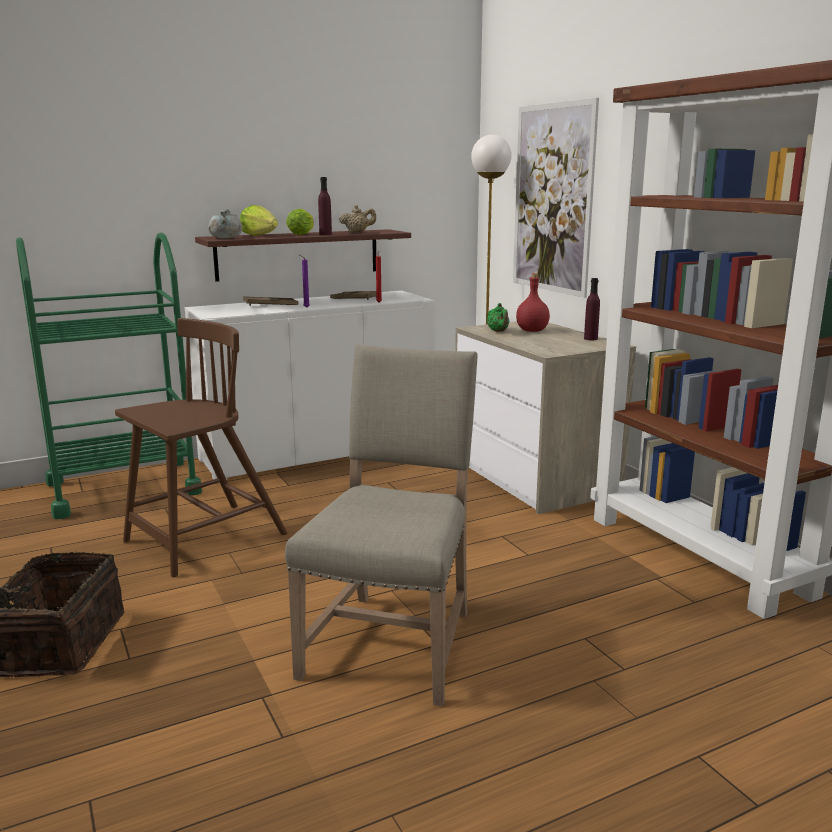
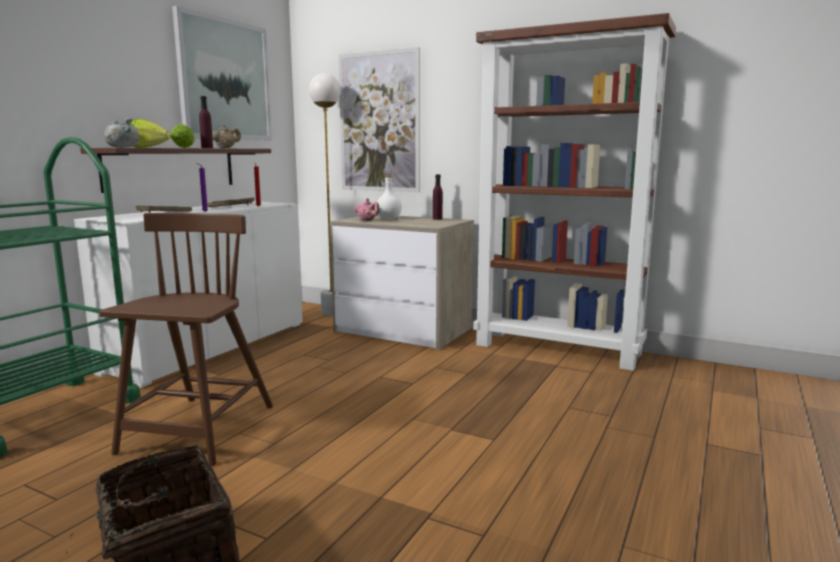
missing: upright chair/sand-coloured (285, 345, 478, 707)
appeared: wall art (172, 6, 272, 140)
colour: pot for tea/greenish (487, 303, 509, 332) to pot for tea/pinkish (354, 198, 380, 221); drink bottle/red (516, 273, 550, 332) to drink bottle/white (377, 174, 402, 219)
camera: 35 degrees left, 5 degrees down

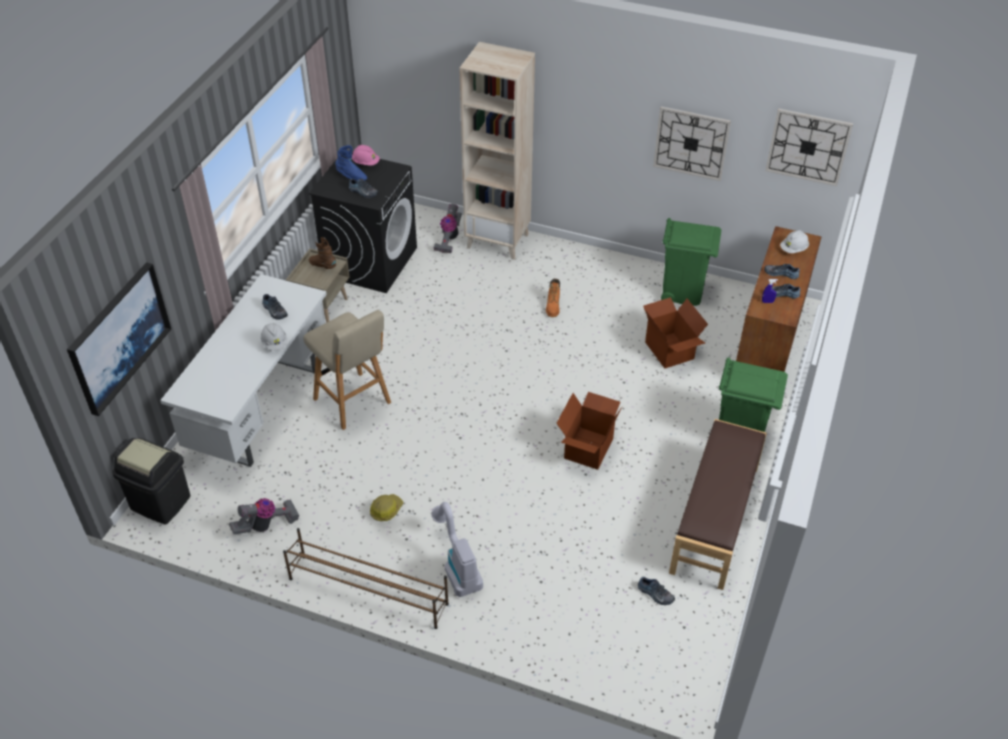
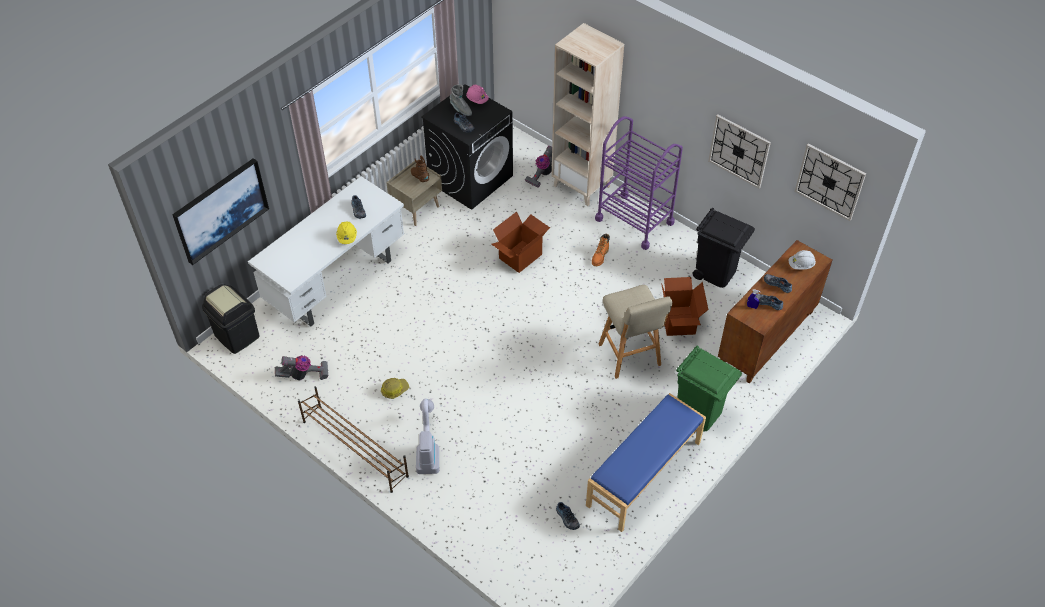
appeared: cart/purplish (595, 116, 683, 250)
relocated: stool seat/sand-coloured (303, 310, 391, 430) to (599, 285, 672, 379); carton (557, 392, 622, 470) to (491, 212, 550, 273)
colour: safety helmet/white (261, 323, 287, 351) to safety helmet/yellowish (336, 221, 357, 244); boot/blue (335, 145, 367, 181) to boot/greyish (449, 84, 472, 116); trash can/greenish (661, 218, 721, 306) to trash can/black-coloured (693, 208, 755, 288); bench/brown-coloured (669, 419, 767, 590) to bench/blue (586, 393, 706, 532)
camera: 20 degrees right, 5 degrees up

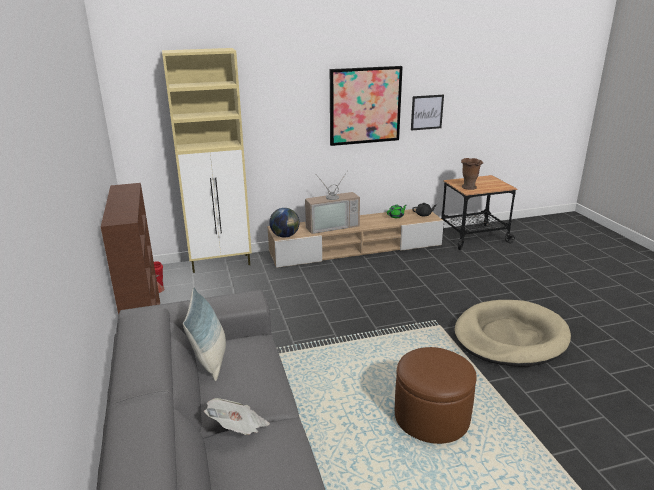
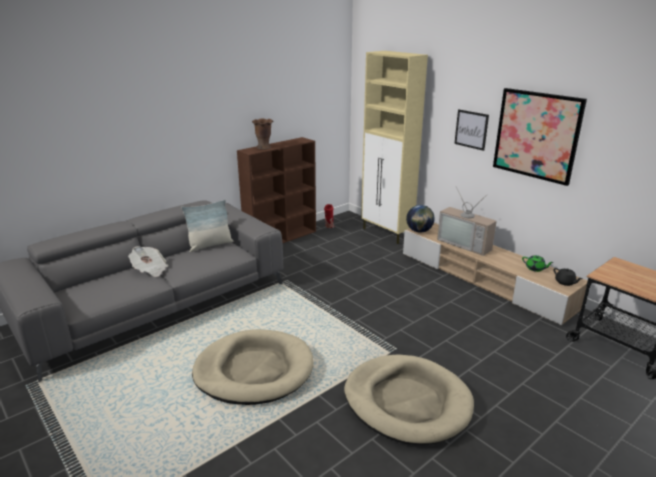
relocated: wall art (411, 95, 444, 131) to (454, 109, 489, 151); flower vase/brown-coloured (461, 158, 484, 190) to (252, 118, 273, 150)
exchanged: footrest/brown-coloured (395, 347, 477, 444) to dog cushion/sand-coloured (192, 329, 314, 405)
camera: 65 degrees right, 0 degrees up

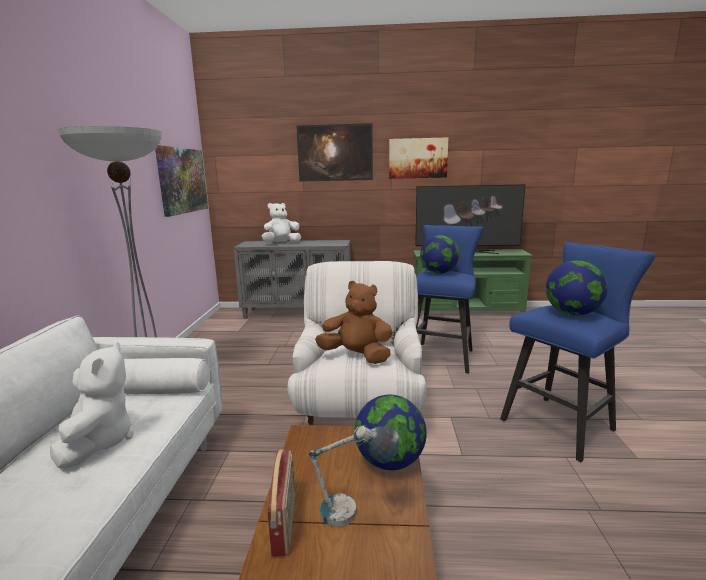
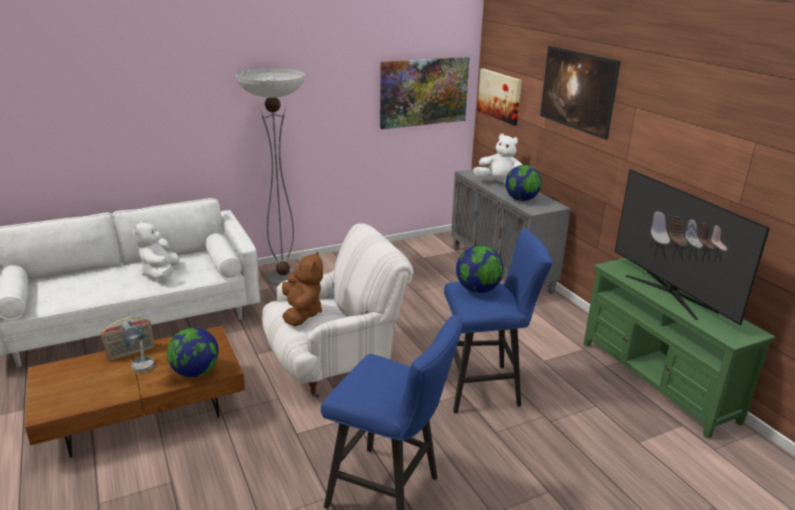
relocated: wall art (389, 137, 448, 179) to (477, 69, 522, 126); globe (546, 261, 608, 316) to (505, 165, 542, 201)
spun: soft toy/white (50, 342, 133, 469) = (133, 219, 180, 280) 120 degrees clockwise
camera: 60 degrees right, 10 degrees up

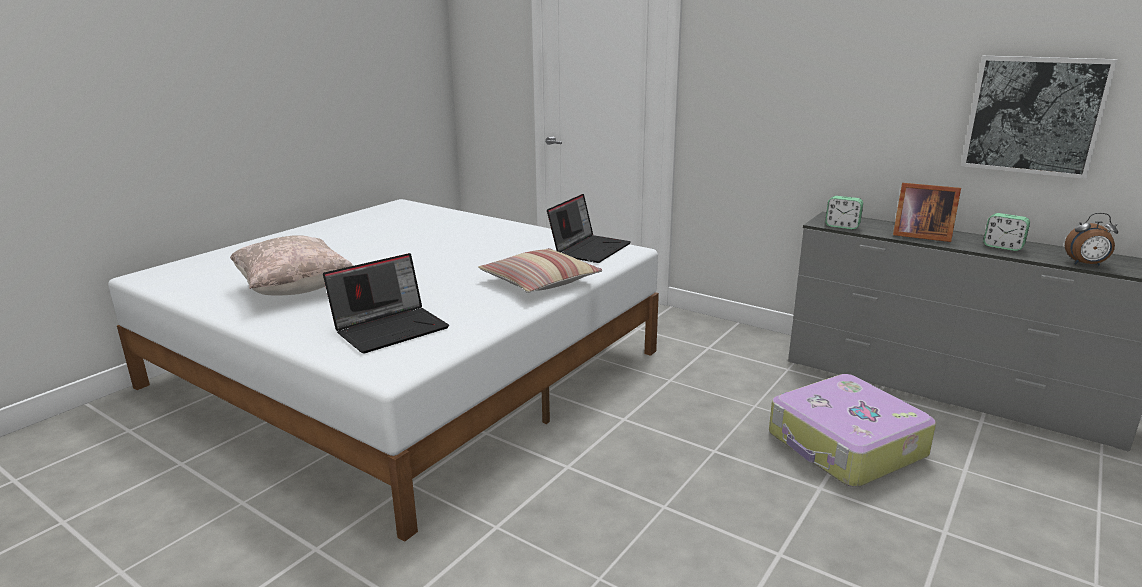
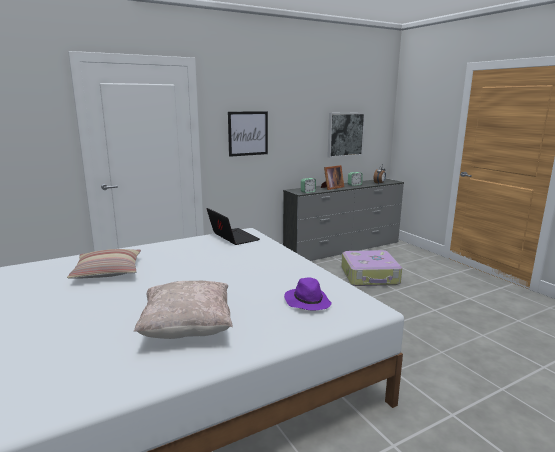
appeared: wall art (228, 111, 268, 157)
relocated: cushion (478, 248, 602, 293) to (67, 249, 141, 279)
exchanged: portable computer (323, 253, 449, 353) to wearable hat/purplish (284, 277, 331, 310)
camera: 65 degrees left, 5 degrees down

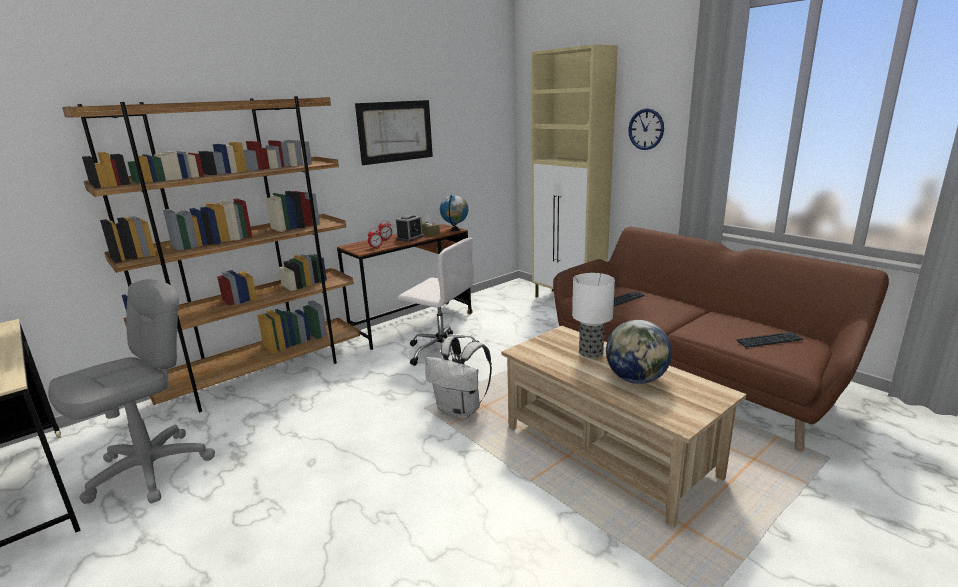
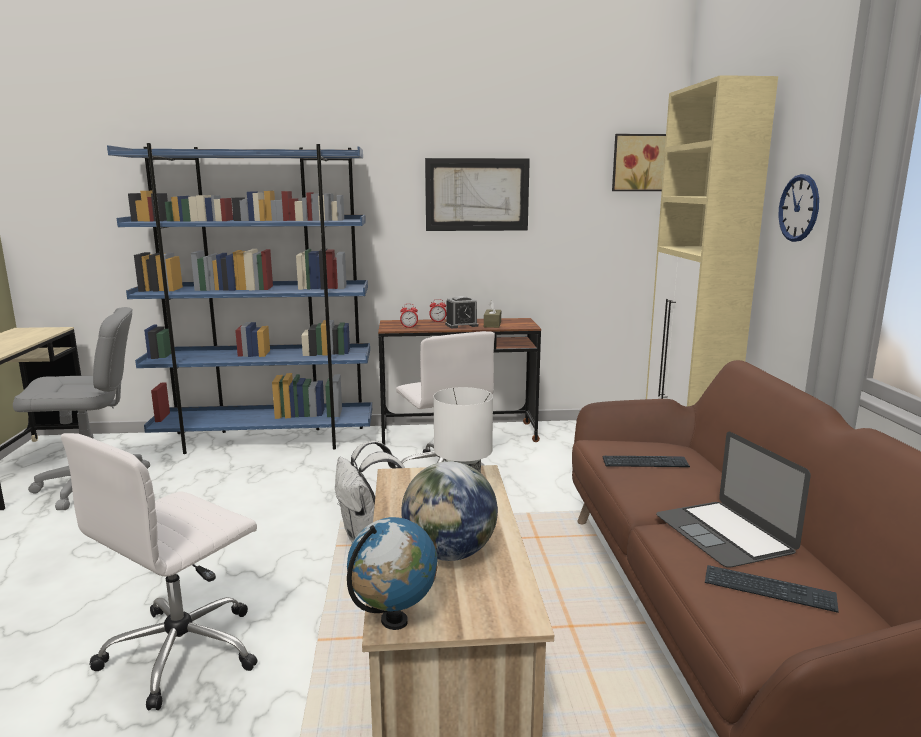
appeared: desk chair/white (61, 433, 257, 710); wall art (612, 134, 666, 191); portable computer (656, 432, 811, 568)
relocated: globe (440, 195, 468, 231) to (347, 517, 438, 630)
colour: shelving unit/brown-coloured (62, 96, 360, 412) to shelving unit/blue (107, 143, 372, 454)
camera: 35 degrees right, 5 degrees down

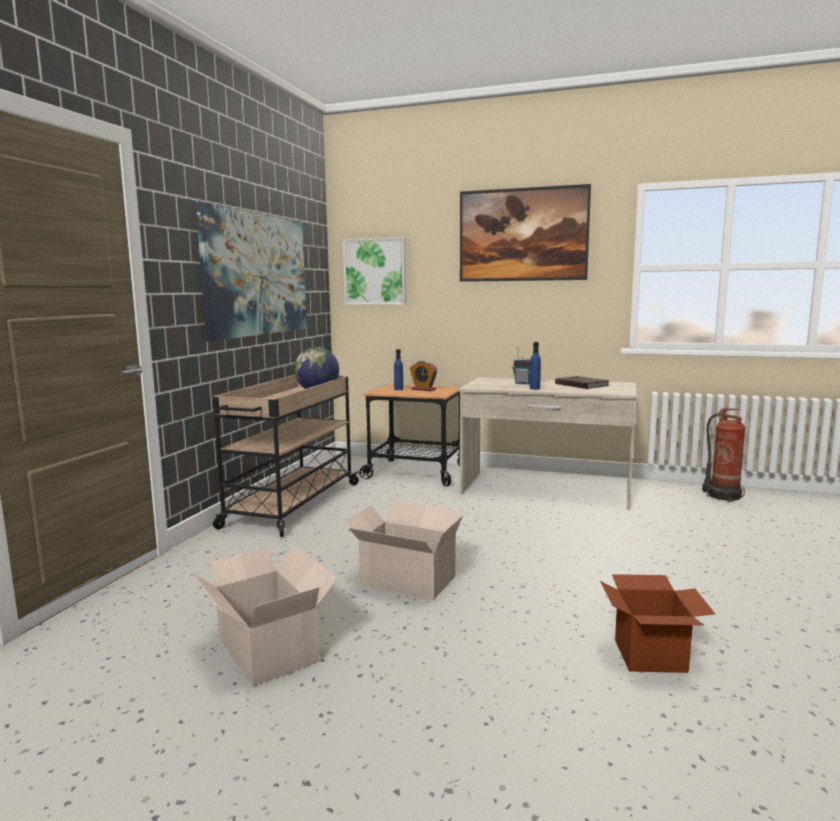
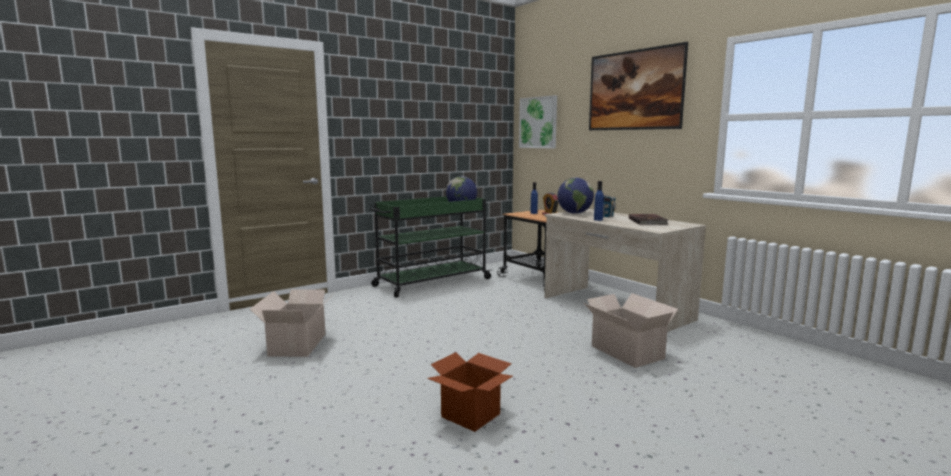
missing: wall art (196, 202, 307, 341); extinguisher (702, 408, 746, 502)
appeared: globe (558, 178, 594, 214)
relocated: carton (346, 500, 463, 600) to (584, 293, 678, 368)
colour: cart/sand-coloured (213, 375, 360, 537) to cart/greenish (371, 196, 491, 298)
camera: 35 degrees right, 0 degrees up

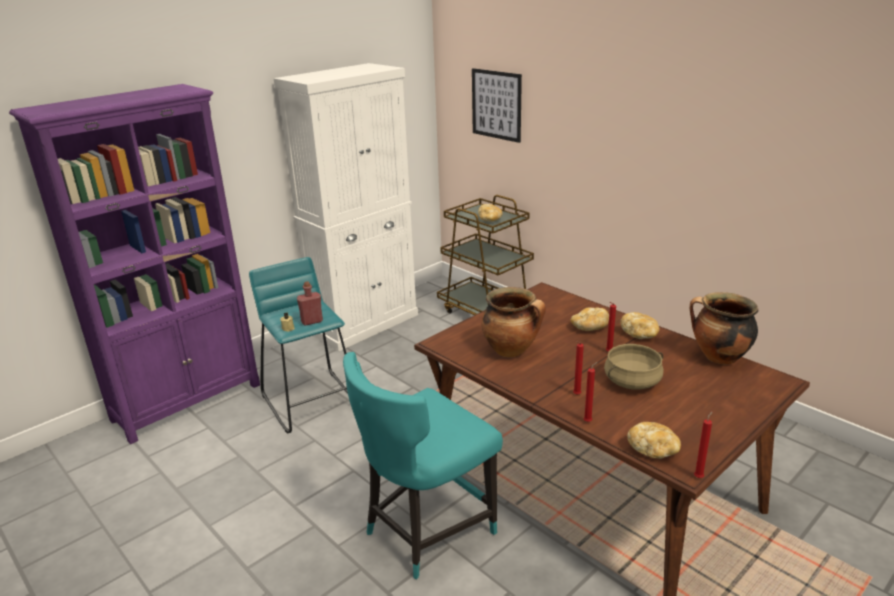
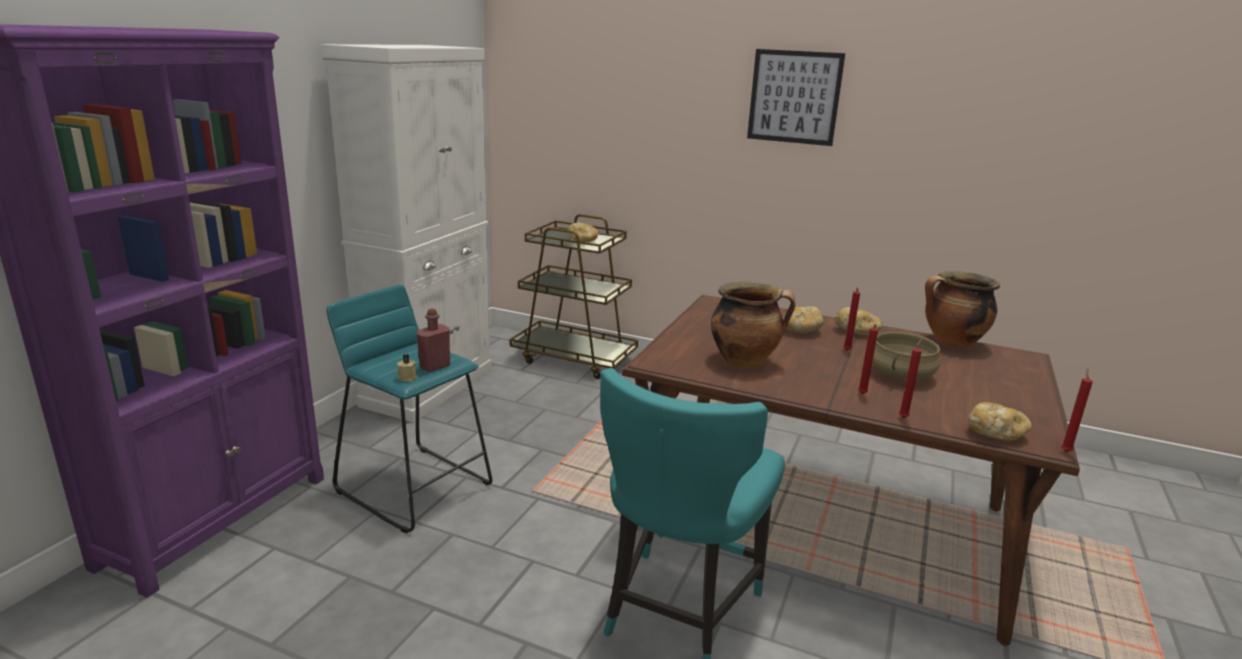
relocated: wall art (472, 68, 522, 143) to (747, 49, 845, 146)
camera: 25 degrees left, 5 degrees down

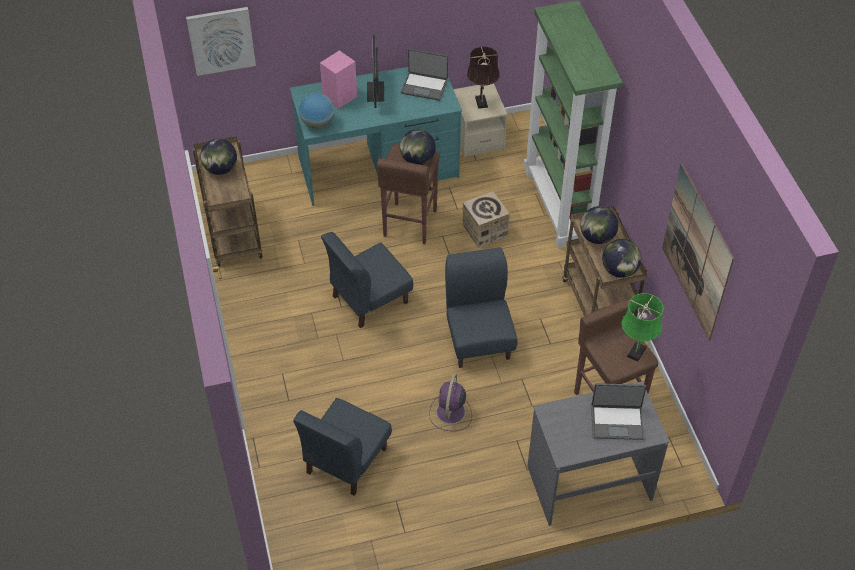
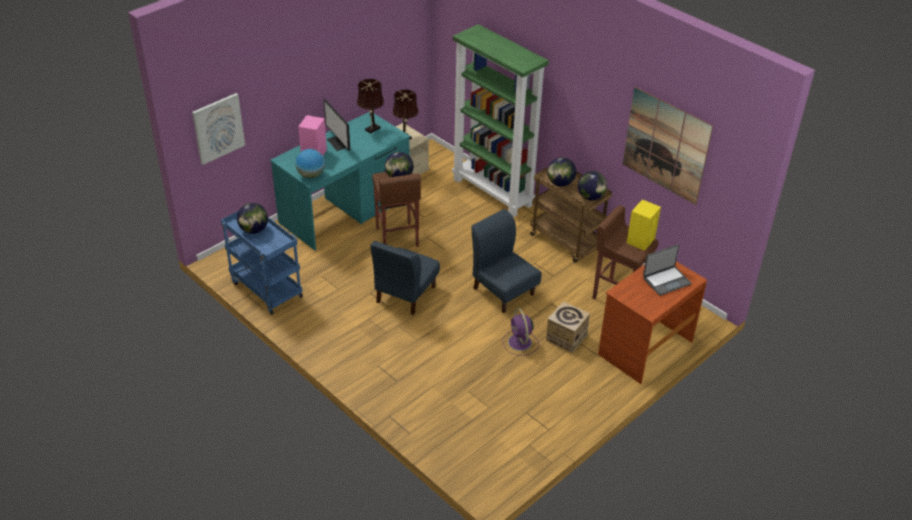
missing: upright chair/blue (293, 398, 392, 496)
relocated: carton (463, 191, 510, 248) to (546, 301, 590, 353)
exchanged: portable computer (401, 49, 448, 101) to tabletop lamp/brown-coloured (357, 79, 384, 134); tabletop lamp/greenish (622, 293, 664, 362) to audio speaker/yellowish (627, 200, 661, 251)
colour: cart/brown-coloured (193, 136, 263, 267) to cart/blue (221, 211, 303, 315); desk table/greyish (527, 381, 670, 526) to desk table/brown-coloured (598, 261, 707, 384)
camera: 30 degrees left, 10 degrees down

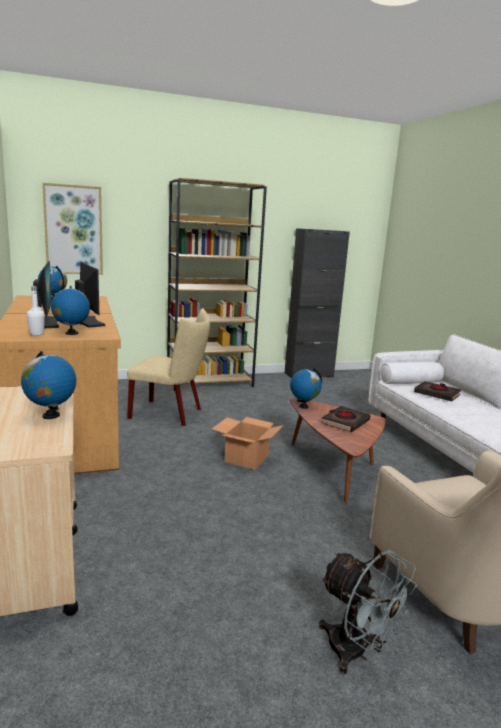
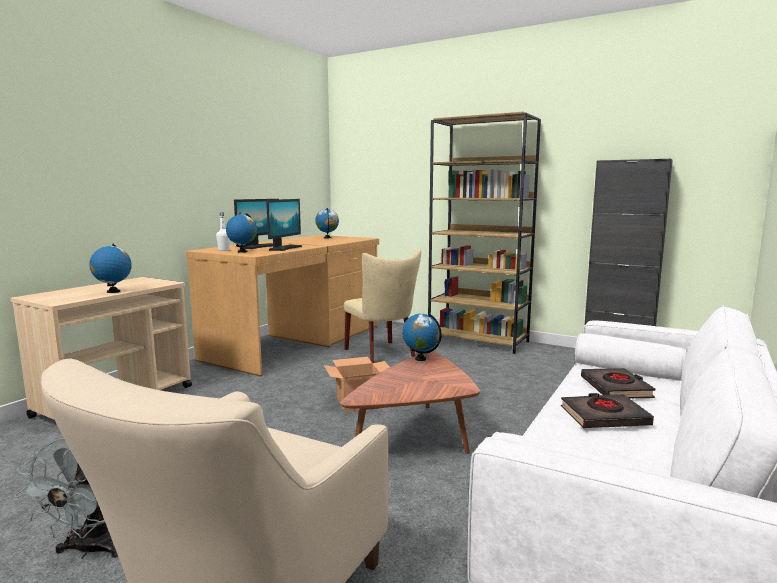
missing: wall art (42, 183, 103, 275)
relocated: book/black-coloured (321, 406, 371, 432) to (561, 393, 654, 428)
camera: 50 degrees right, 5 degrees down

